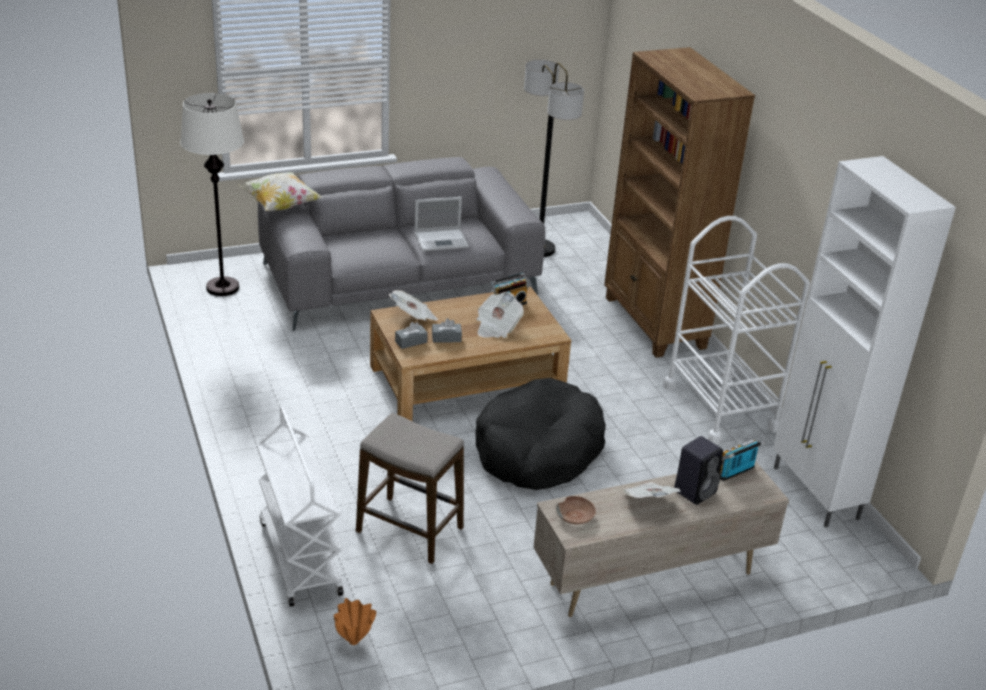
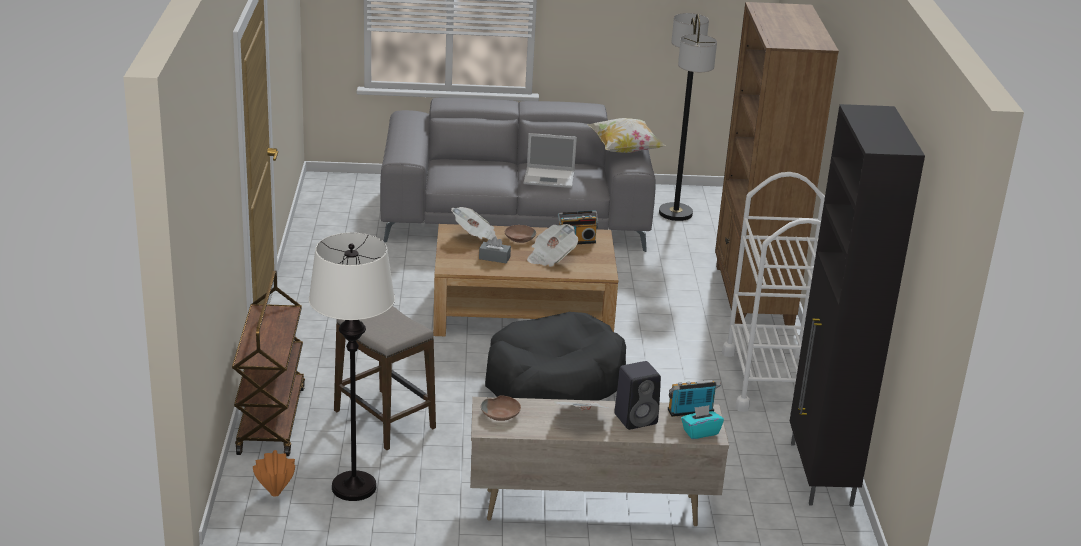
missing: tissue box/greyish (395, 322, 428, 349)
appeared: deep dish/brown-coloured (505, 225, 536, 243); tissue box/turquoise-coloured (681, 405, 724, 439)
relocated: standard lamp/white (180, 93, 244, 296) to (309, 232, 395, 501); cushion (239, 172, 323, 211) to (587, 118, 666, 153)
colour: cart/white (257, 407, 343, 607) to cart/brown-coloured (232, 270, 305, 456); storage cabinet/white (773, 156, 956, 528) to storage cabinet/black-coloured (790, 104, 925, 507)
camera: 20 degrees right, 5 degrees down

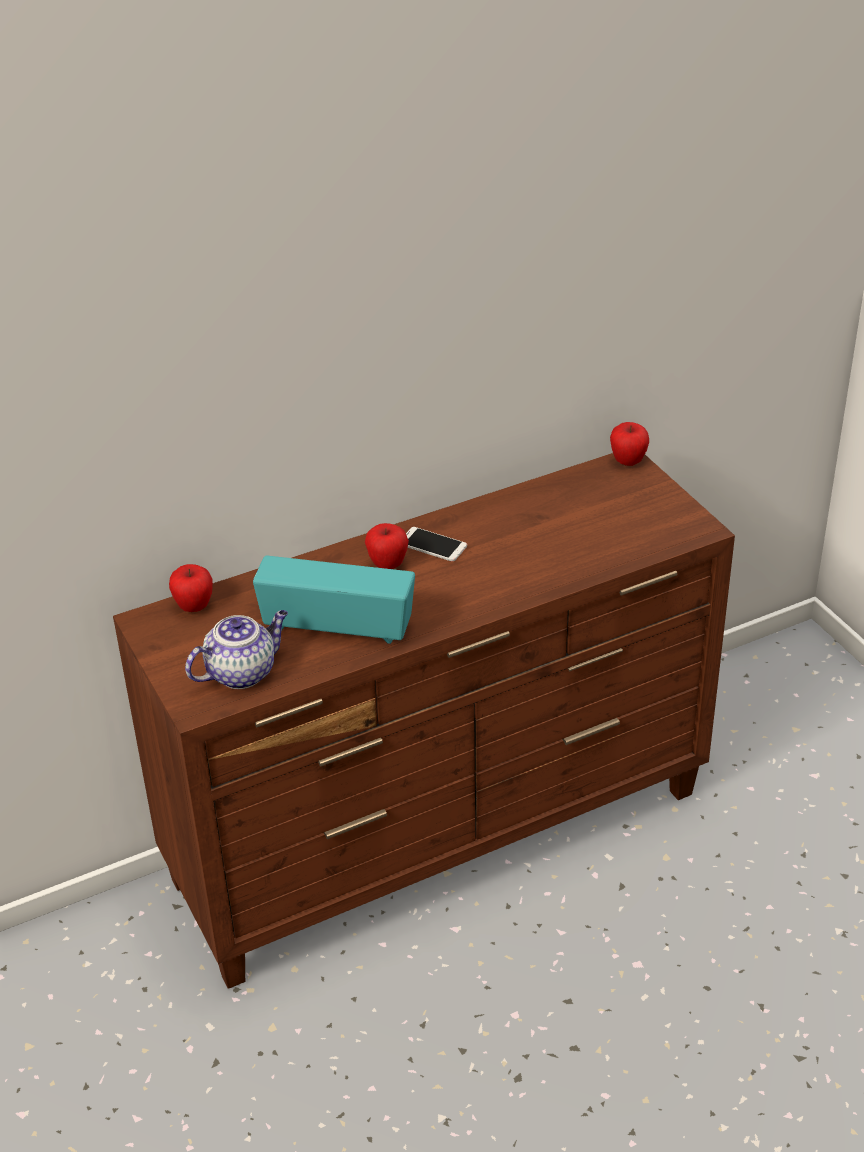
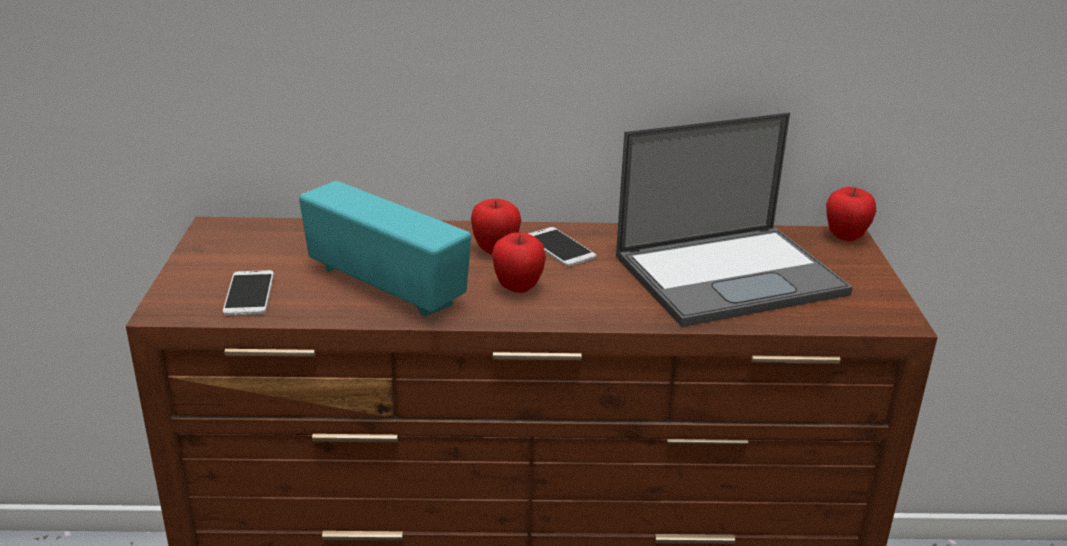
appeared: portable computer (616, 112, 853, 327)
relocated: apple (169, 564, 213, 612) to (492, 232, 546, 293)
exchanged: pot for tea (185, 610, 288, 689) to handset (222, 270, 274, 316)
camera: 25 degrees right, 10 degrees down

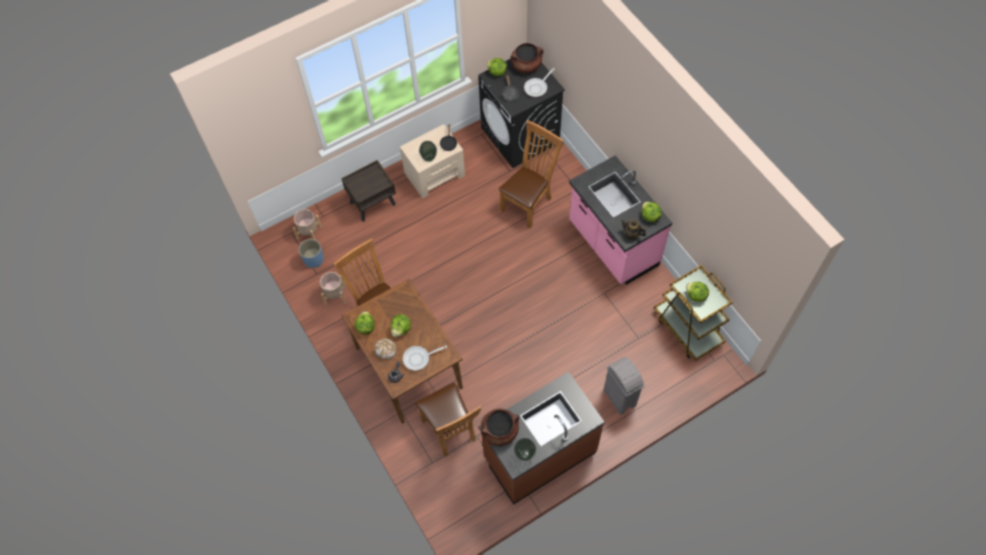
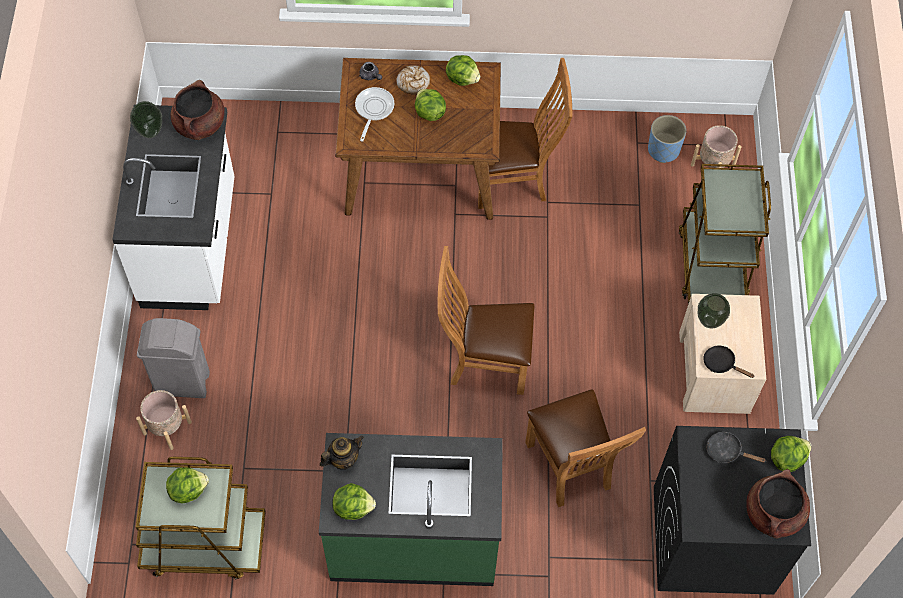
missing: skillet (524, 68, 555, 97)
relocated: plant pot/sand-coloured (320, 272, 346, 305) to (136, 390, 192, 450); upright chair/brown-coloured (416, 383, 481, 457) to (438, 246, 534, 395)
exchanged: bedside table/brown-coloured (341, 160, 396, 222) to cart/brown-coloured (679, 164, 771, 304)
colour: kitchen counter/brown-coloured (478, 372, 605, 505) to kitchen counter/white (112, 105, 235, 310); kitchen counter/pinkish (569, 155, 672, 285) to kitchen counter/greenish (319, 433, 503, 586)
camera: 120 degrees right, 0 degrees up

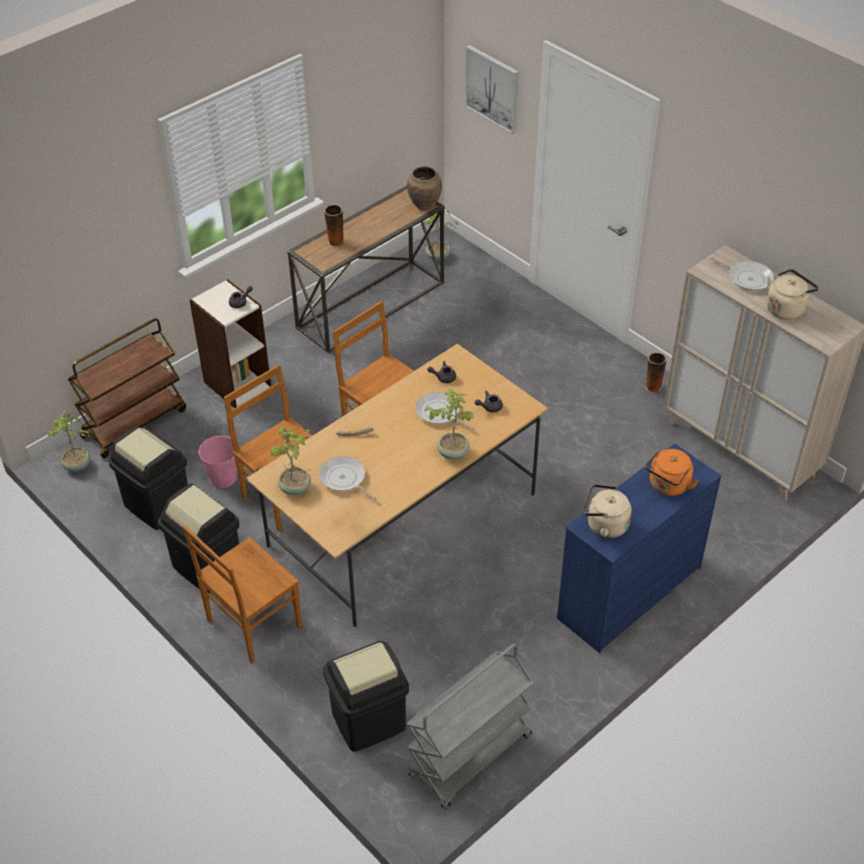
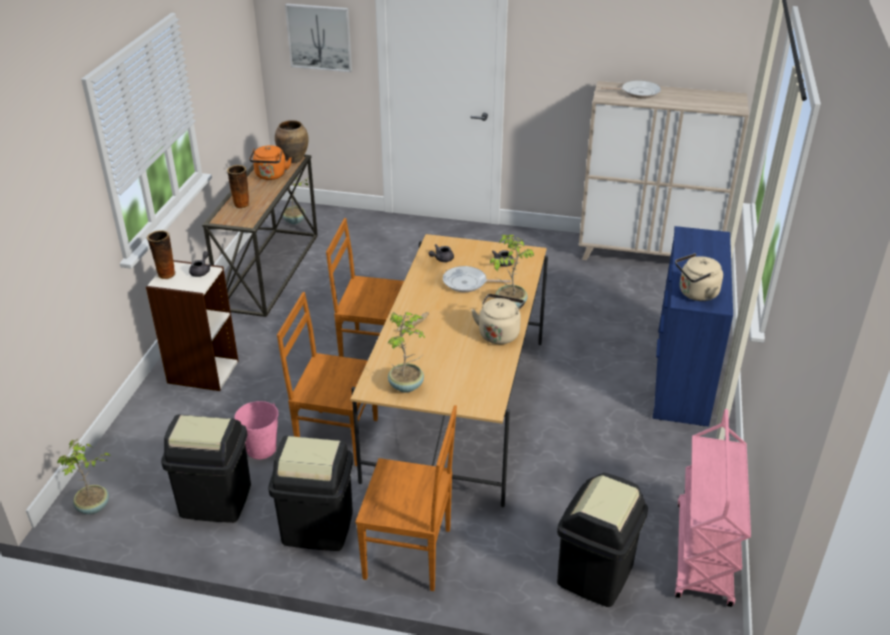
missing: cart/brown-coloured (68, 318, 186, 458); skillet (319, 456, 377, 501)
relocated: kettle/orangey (645, 449, 699, 496) to (249, 145, 292, 180); flower vase (646, 352, 667, 393) to (146, 230, 176, 279); kettle/sand-coloured (766, 269, 819, 320) to (471, 294, 525, 344)
colour: cart/greyish (407, 643, 533, 809) to cart/pinkish (675, 409, 751, 607)
spun: upright chair/brown-coloured (183, 525, 302, 663) = (355, 405, 457, 591) 90 degrees counterclockwise
camera: 35 degrees left, 10 degrees down

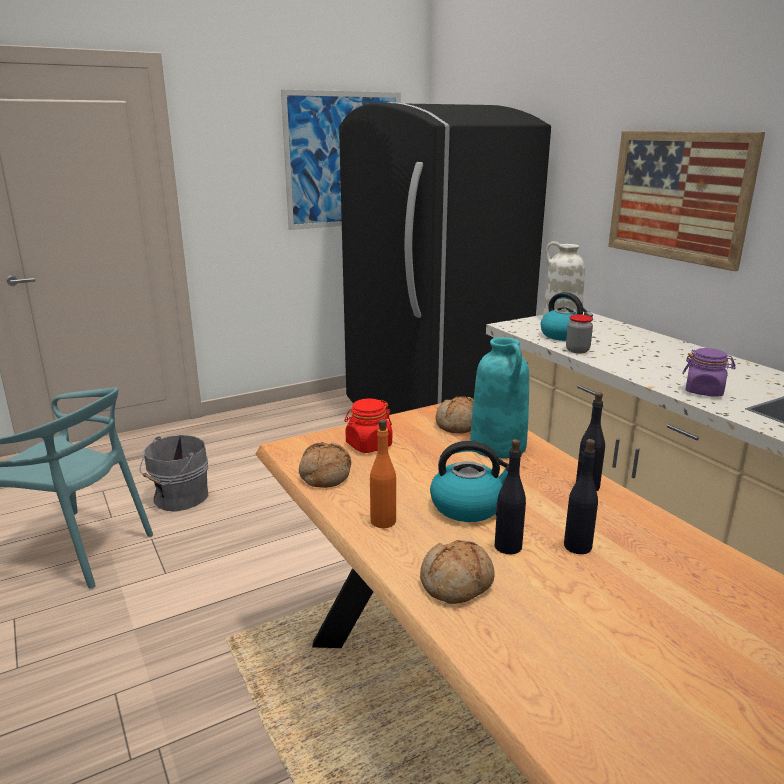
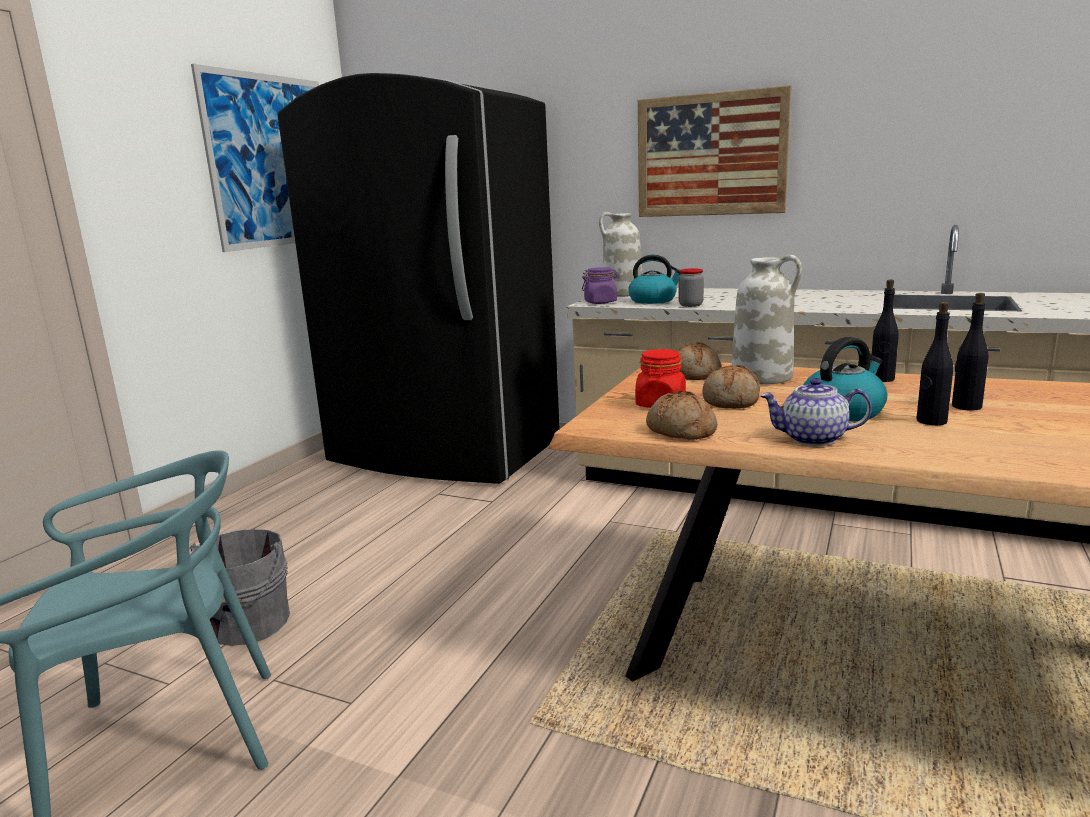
relocated: bread (420, 540, 494, 604) to (702, 365, 760, 409); jar/purplish (682, 348, 736, 397) to (582, 267, 619, 304)
exchanged: drink bottle/orangey (370, 419, 396, 528) to pot for tea (760, 378, 872, 446)
colour: flower vase/turquoise-coloured (470, 337, 529, 459) to flower vase/white (732, 255, 802, 384)
camera: 35 degrees left, 5 degrees down

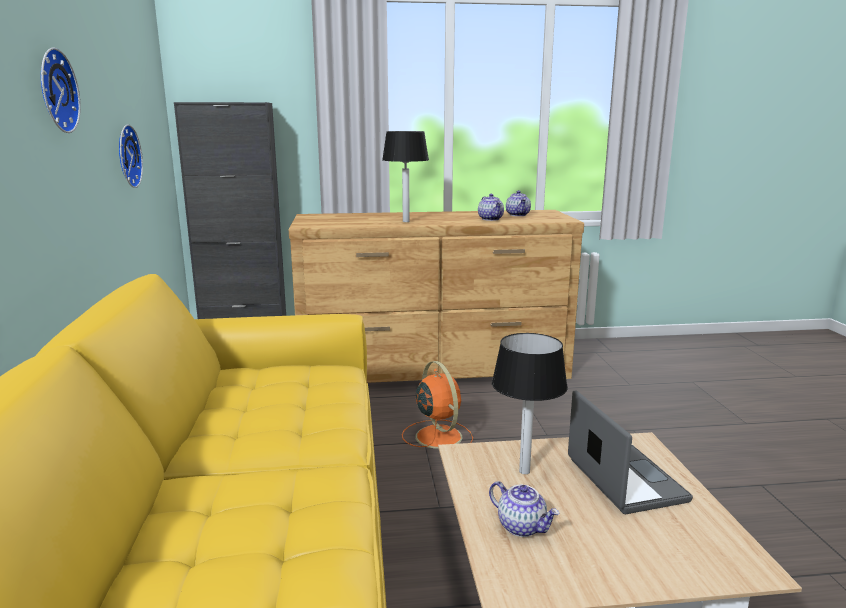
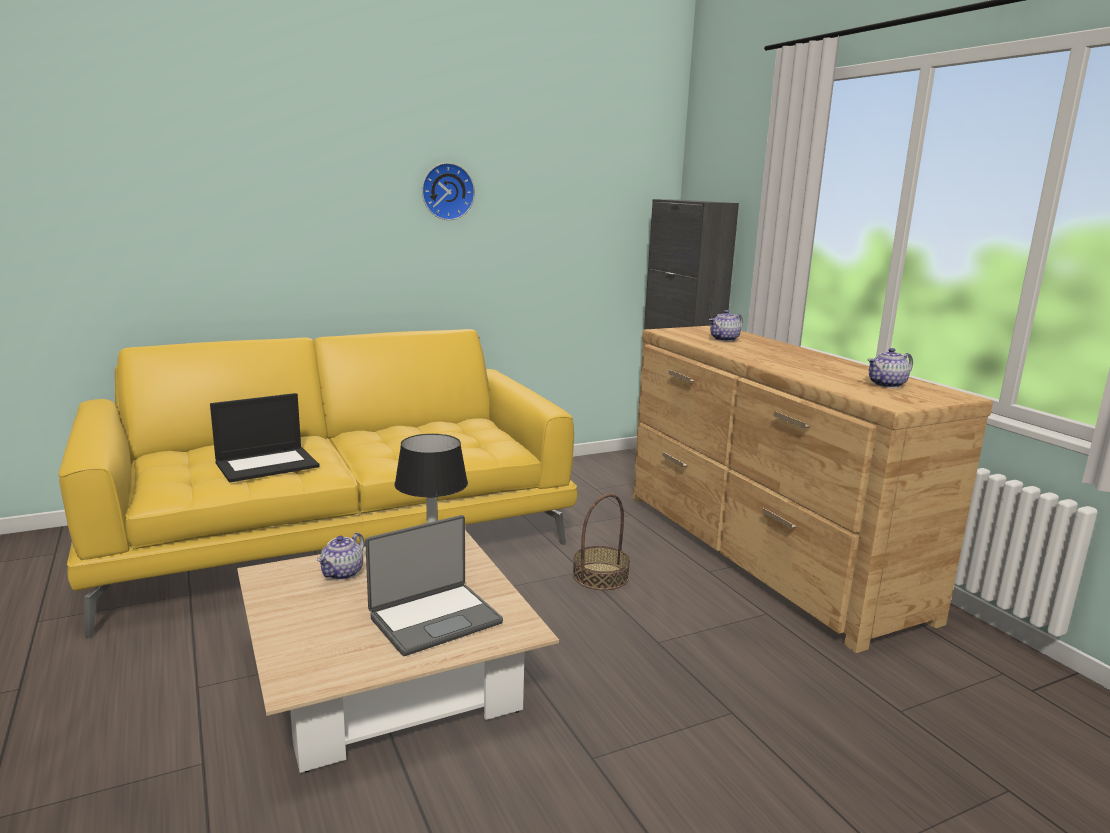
missing: wall clock (119, 124, 143, 188); tabletop lamp (382, 131, 429, 222)
appeared: portable computer (210, 393, 319, 482)
relocated: pot for tea (478, 194, 504, 221) to (709, 310, 743, 341)
exchanged: fan/orangey (402, 361, 473, 449) to basket (573, 494, 630, 590)
camera: 70 degrees right, 0 degrees up

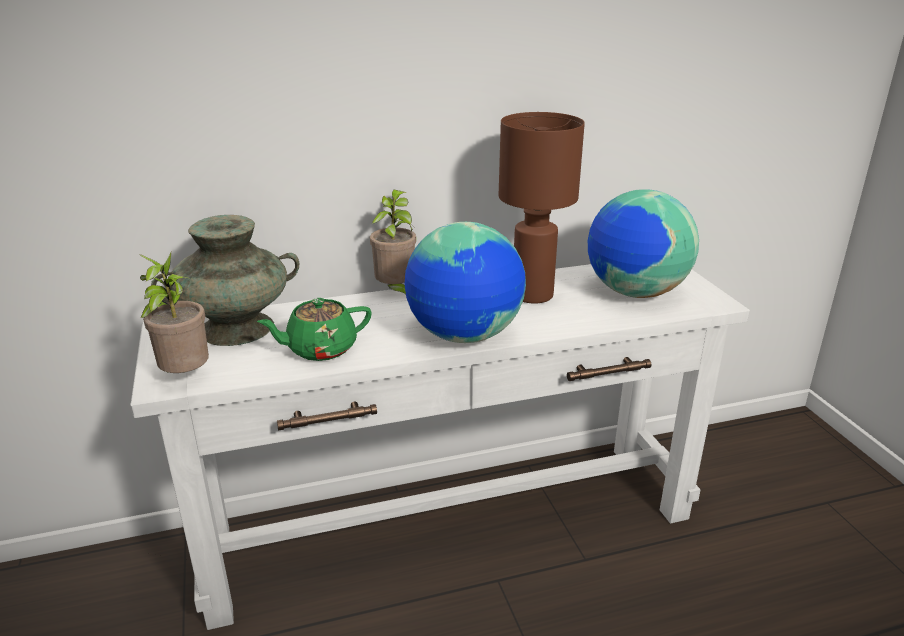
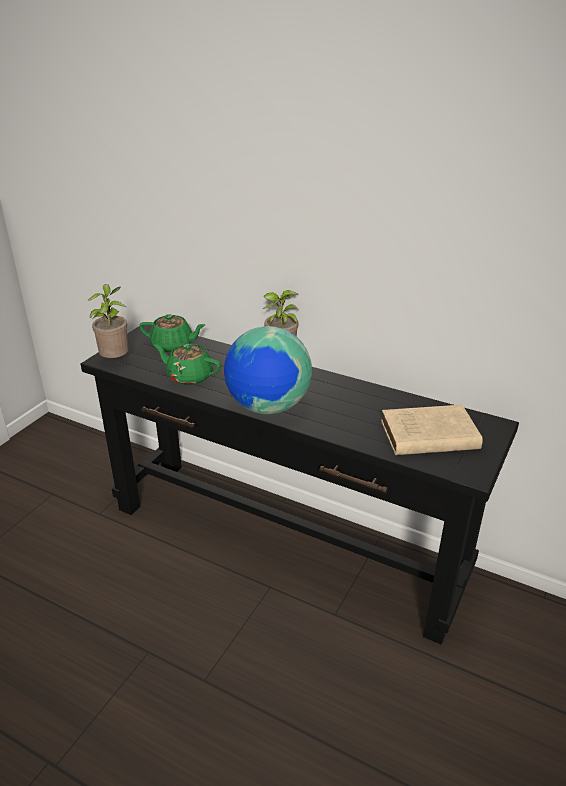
missing: tabletop lamp/brown-coloured (499, 112, 585, 304)
exchanged: flower vase/turquoise-coloured (151, 215, 299, 346) to pot for tea/greenish (139, 314, 205, 352); globe (588, 189, 699, 298) to book/sand-coloured (381, 405, 483, 455)
colour: hall table/white (130, 264, 750, 630) to hall table/black-coloured (81, 325, 519, 644)
camera: 45 degrees right, 5 degrees up

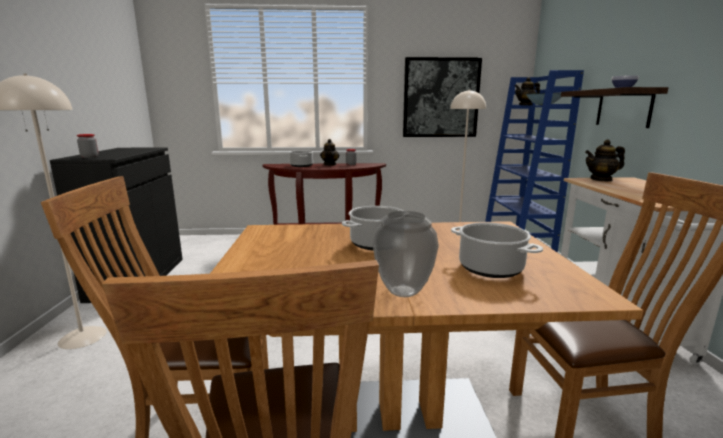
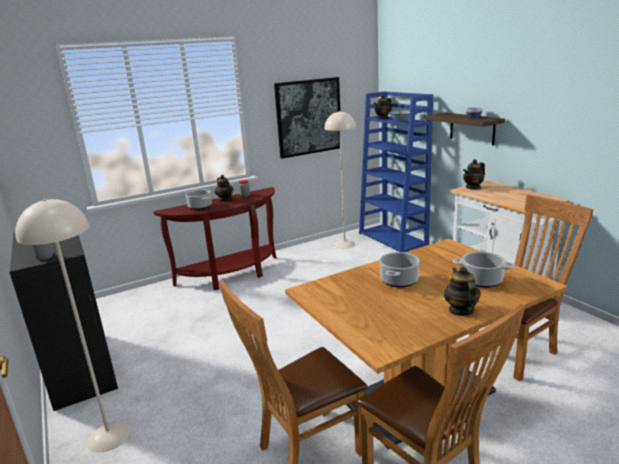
exchanged: flower vase (373, 211, 439, 297) to pot for tea (444, 266, 481, 316)
camera: 25 degrees left, 5 degrees up

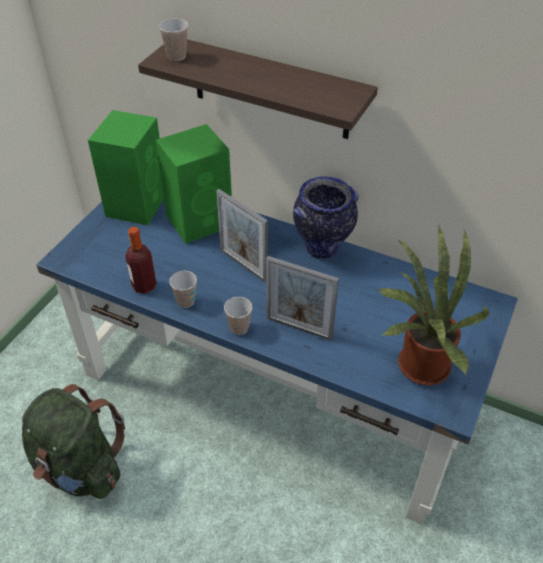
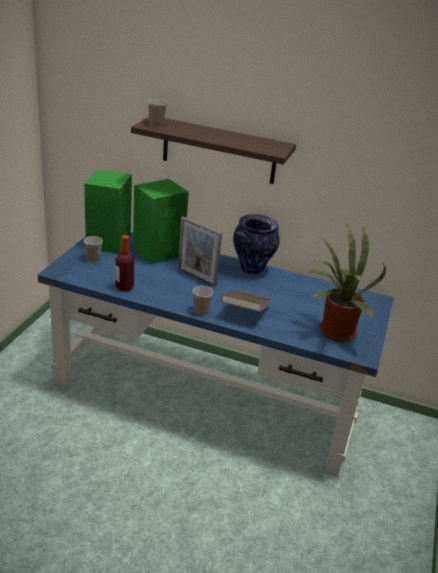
missing: knapsack/greenish (22, 384, 125, 499)
relocated: small cup (169, 271, 197, 308) to (84, 236, 103, 262)
exchanged: standing frame (266, 256, 339, 341) to book/brown-coloured (221, 290, 271, 312)
camera: 10 degrees left, 15 degrees down

